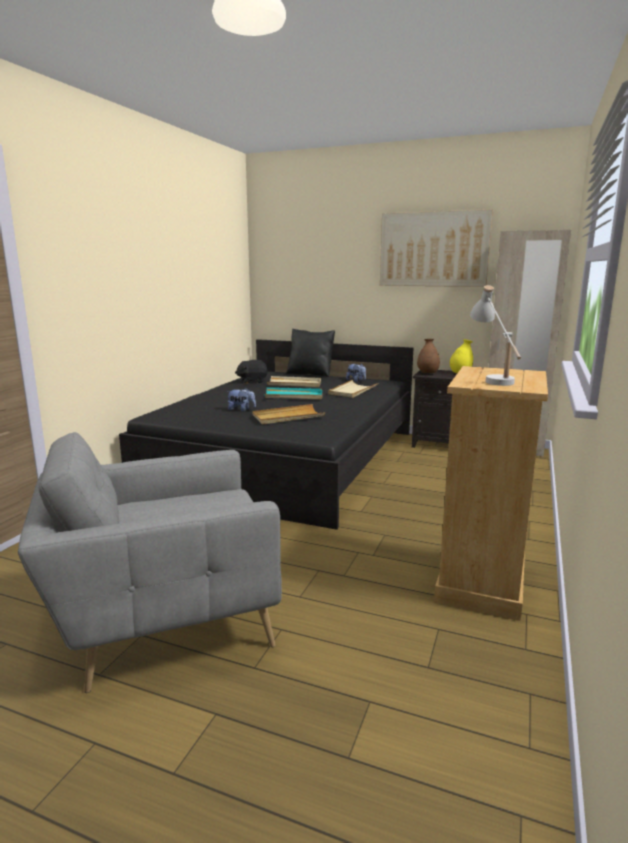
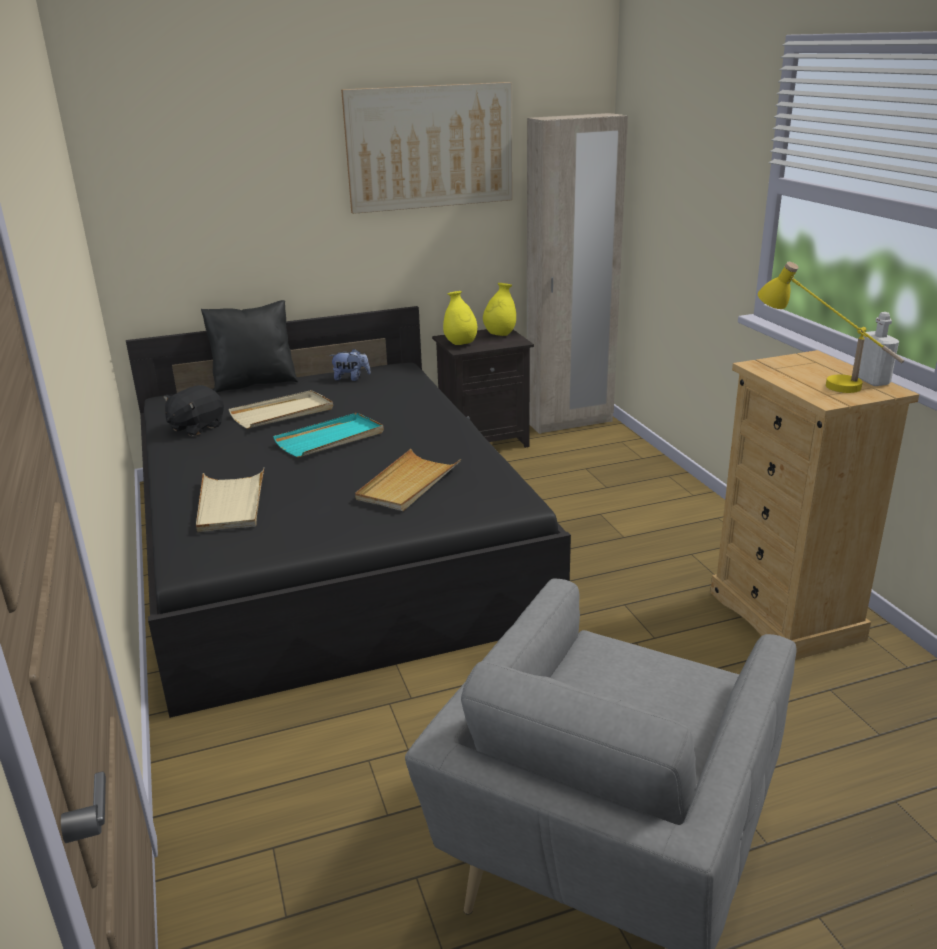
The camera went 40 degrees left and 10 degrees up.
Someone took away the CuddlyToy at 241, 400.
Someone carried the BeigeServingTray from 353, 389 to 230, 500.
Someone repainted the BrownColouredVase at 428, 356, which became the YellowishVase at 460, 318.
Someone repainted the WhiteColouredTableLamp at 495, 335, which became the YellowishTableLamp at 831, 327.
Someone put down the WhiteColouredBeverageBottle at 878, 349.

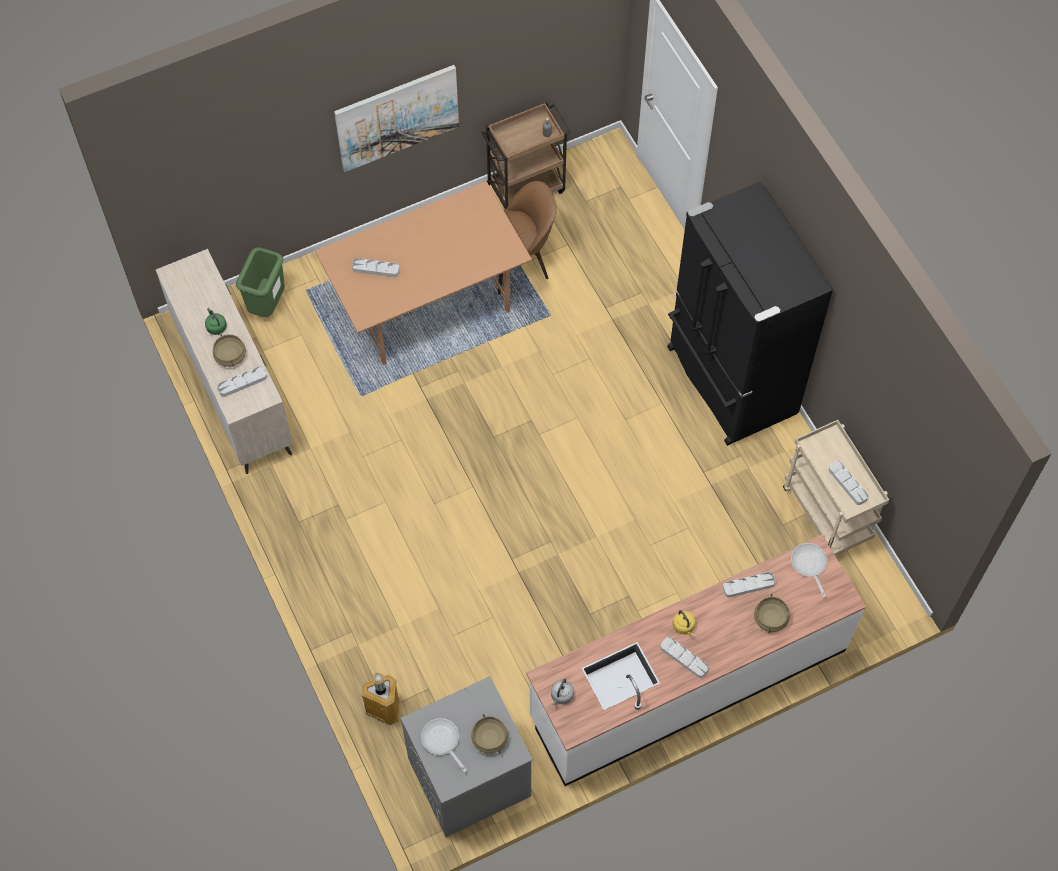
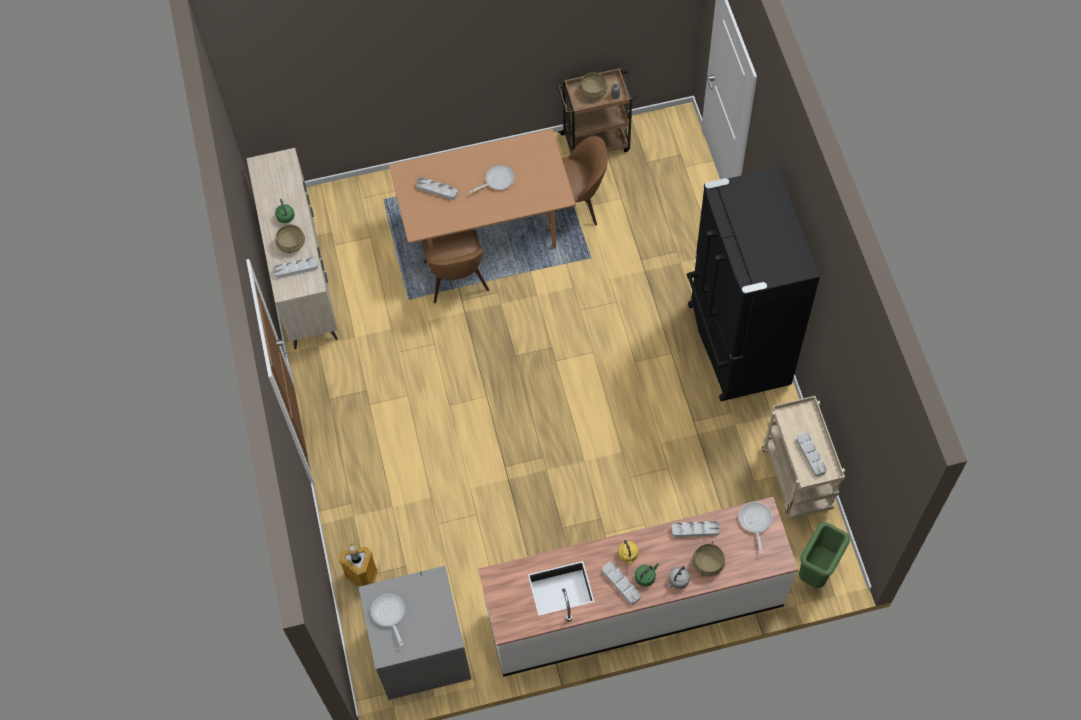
The camera went 15 degrees right and 0 degrees up.
Someone carried the GreenColouredRubbishBin from 260, 282 to 824, 555.
Someone took away the WallArt at 396, 118.
Someone carried the BeigeCookingPot from 489, 734 to 593, 85.
Someone carried the GreyishWaterKettle from 562, 692 to 679, 577.
Someone put down the BrownColouredChair at 455, 266.
Someone put down the FryingPan at 492, 179.
Someone put down the GreenColouredWaterKettle at 647, 575.

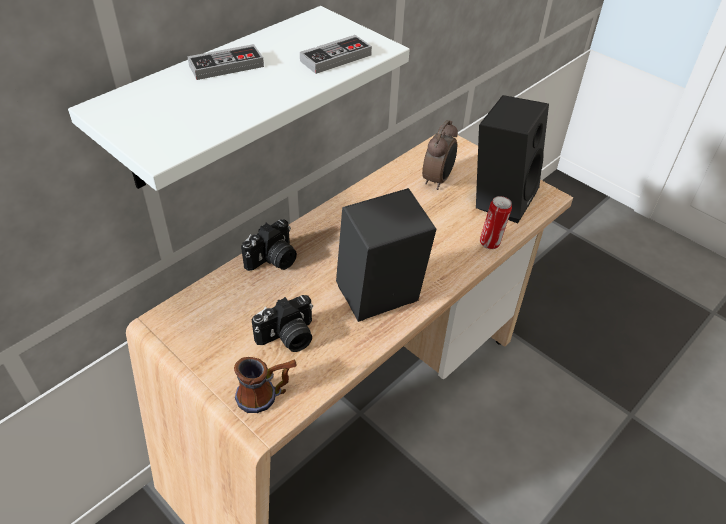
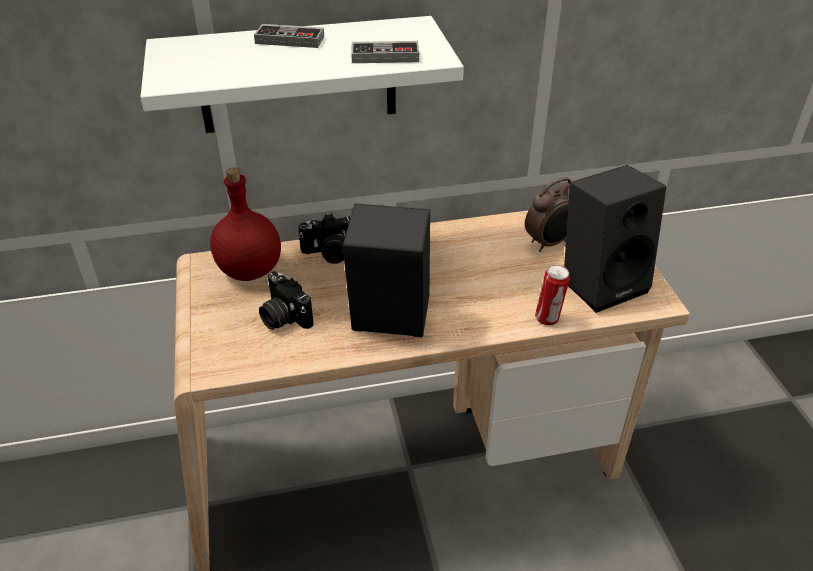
The camera went 35 degrees right and 5 degrees down.
Someone took away the CoffeeMug at 265, 385.
Someone rotated the StillCamera at 282, 323 by 45 degrees clockwise.
Someone put down the RedColouredBeverageBottle at 245, 224.

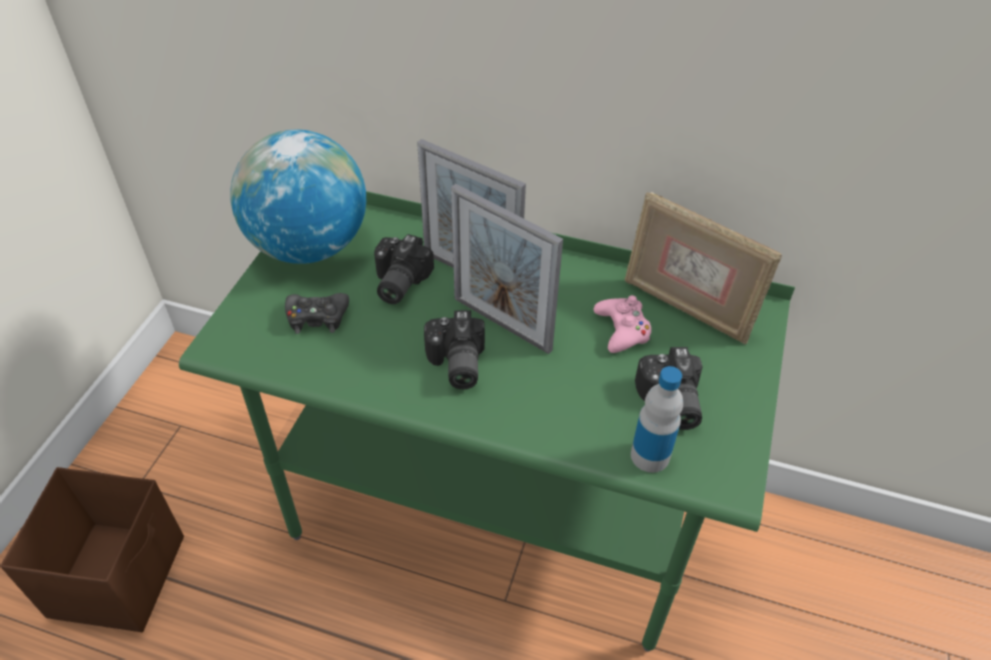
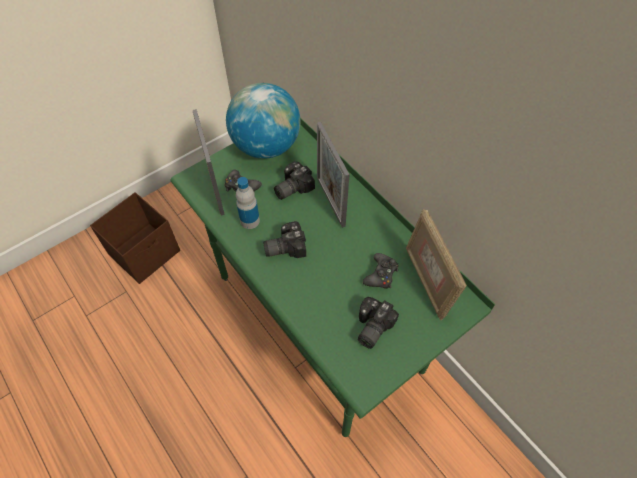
The camera went 35 degrees right and 10 degrees up.
Someone rotated the StillCamera at 454, 349 by 45 degrees clockwise.
Someone carried the PictureFrame from 507, 269 to 209, 162.
Someone repainted the PinkColouredGameController at 622, 324, which became the BlackGameController at 380, 271.
Someone carried the BeverageBottle from 657, 419 to 248, 203.

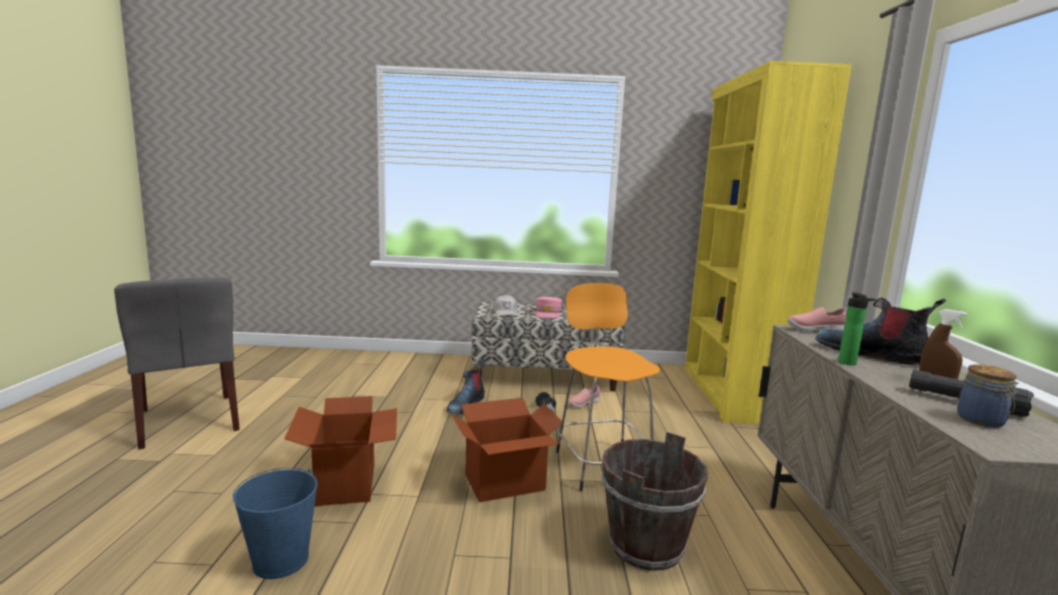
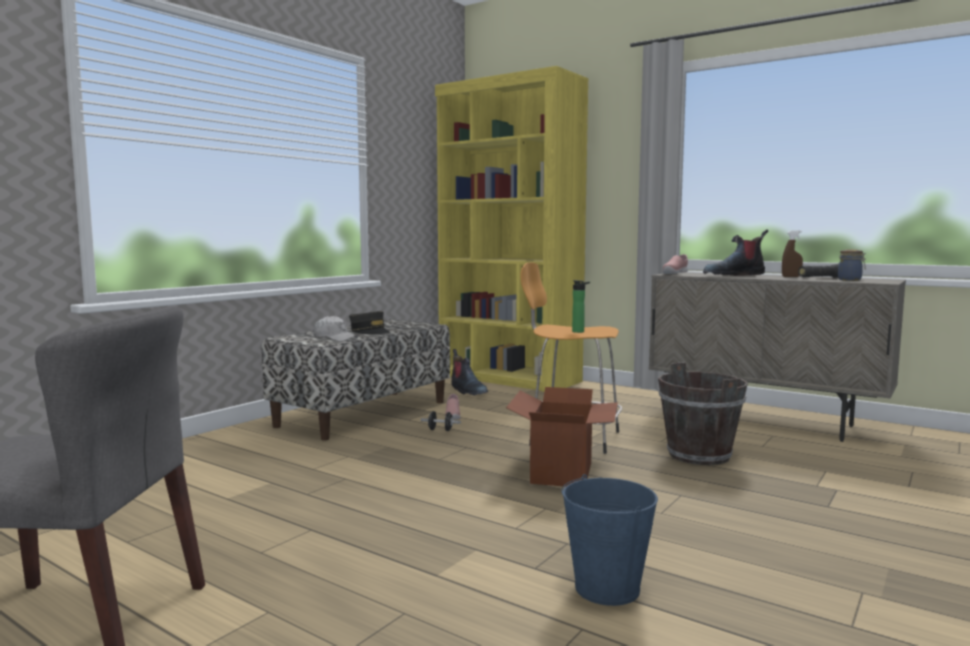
The camera went 55 degrees left and 5 degrees down.
Someone took away the CardboardBox at 340, 451.
Someone carried the TallBoot from 466, 386 to 469, 372.
Someone repainted the PinkColouredCap at 548, 307, which became the GreyishCap at 369, 322.
Someone carried the BeverageBottle from 856, 328 to 581, 306.

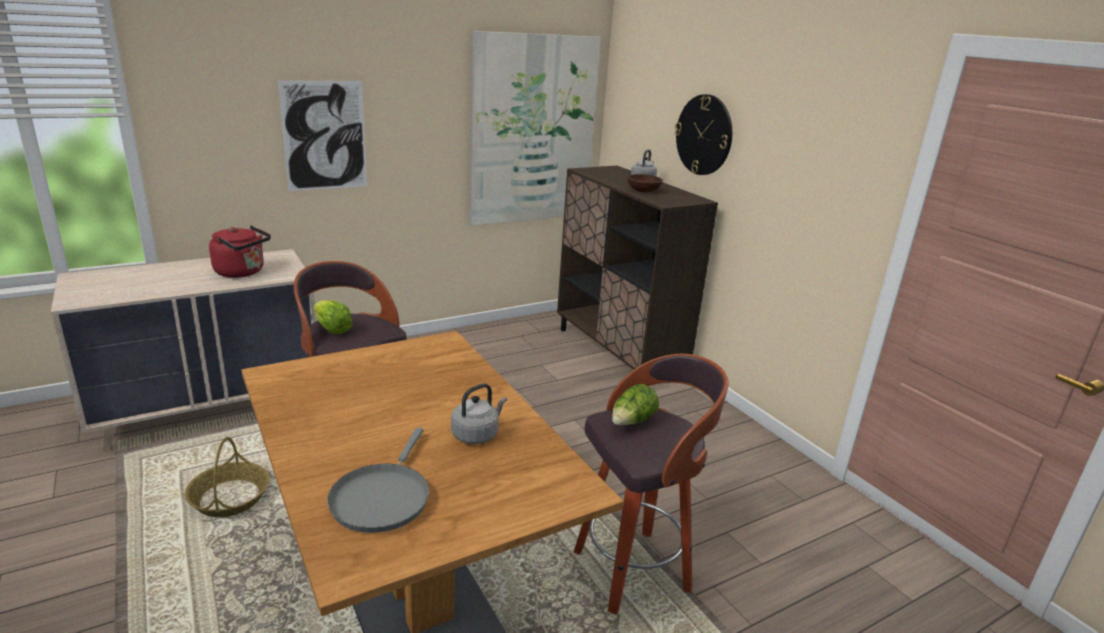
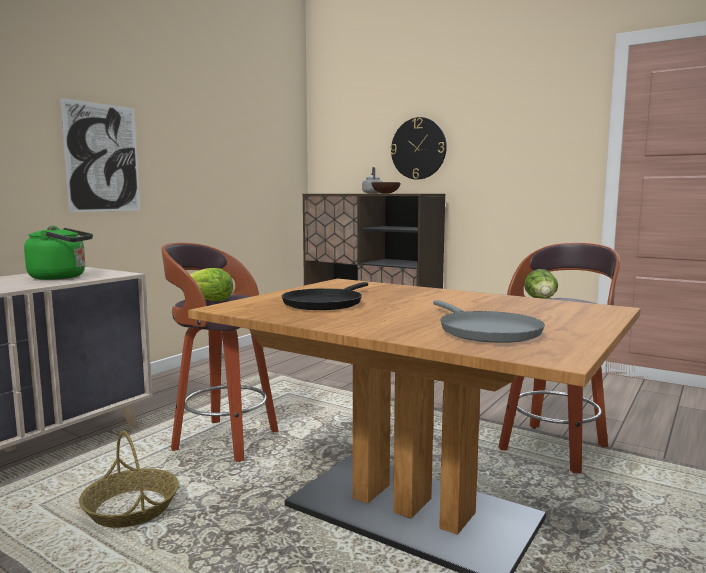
The camera went 25 degrees left and 15 degrees down.
Someone repainted the RedColouredWaterKettle at 240, 251, which became the GreenColouredWaterKettle at 58, 253.
Someone took away the GreyishWaterKettle at 479, 413.
Someone took away the WallArt at 535, 128.
Someone put down the BlackFryingPan at 325, 296.

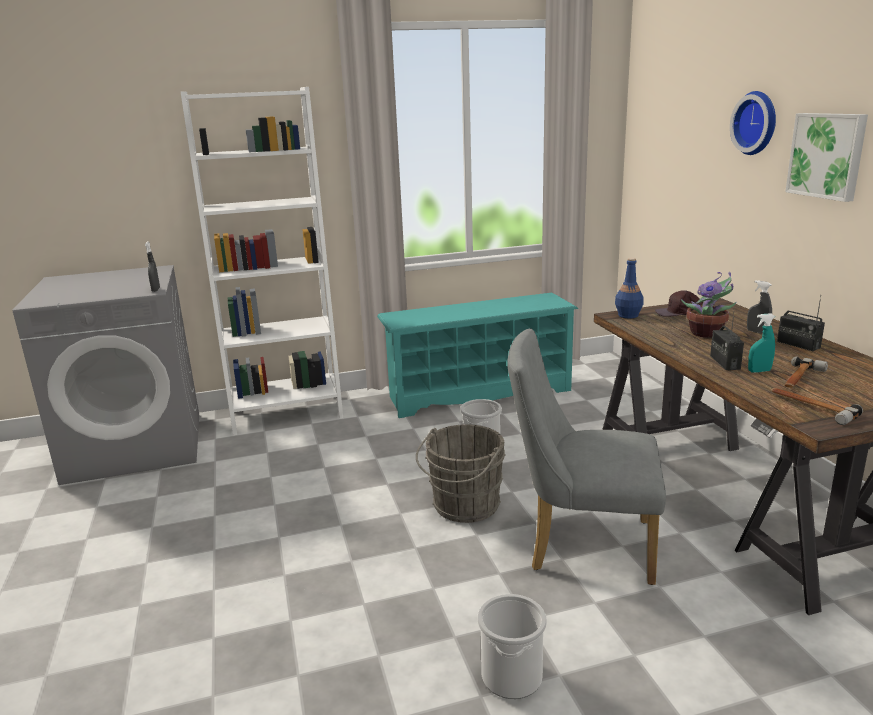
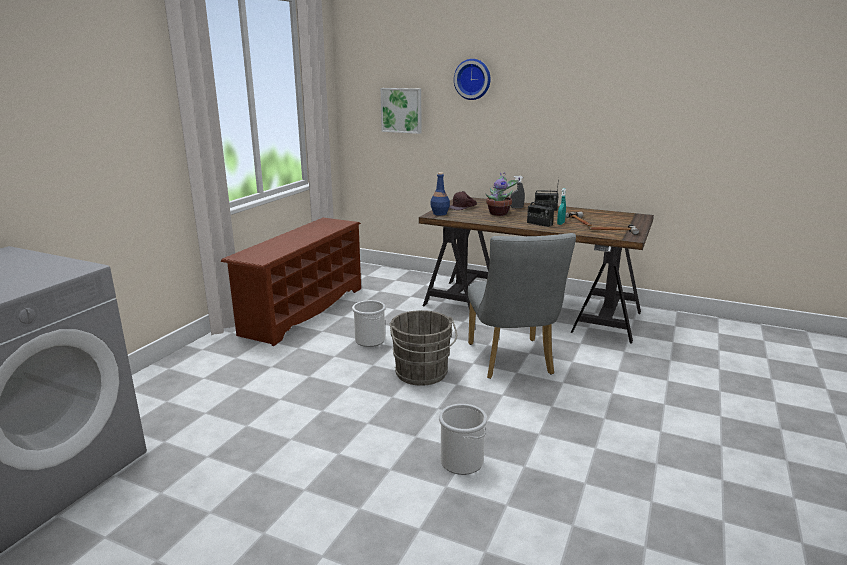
The camera went 50 degrees left and 0 degrees up.
Someone took away the GreyishSprayBottle at 152, 266.
Someone took away the WhiteColouredBookshelf at 262, 261.
Someone repainted the BlueGreenShoeStand at 477, 355, which became the BrownColouredShoeStand at 291, 282.
Someone carried the WaterBucket from 512, 646 to 463, 439.
Someone rotated the GreyishChair at 586, 456 by 60 degrees counterclockwise.
Someone carried the WallArt from 826, 157 to 401, 111.

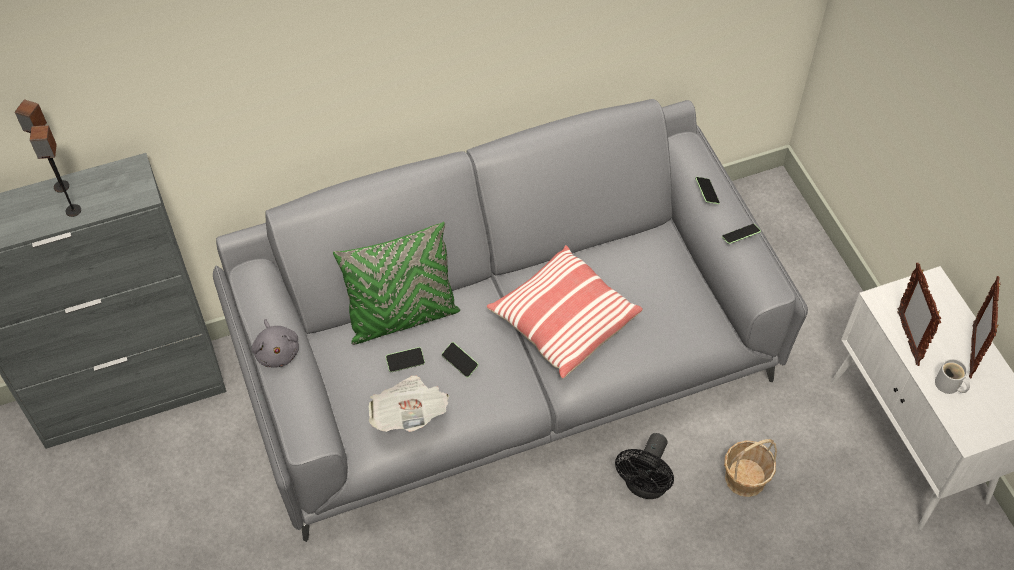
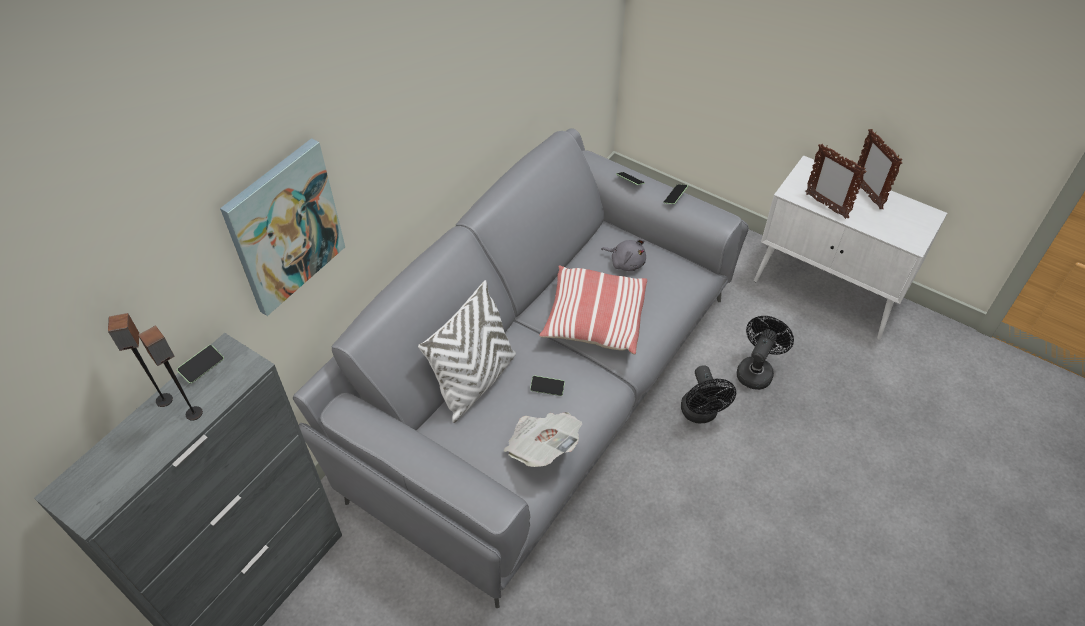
The camera went 35 degrees left and 5 degrees down.
Someone carried the GreyishCuddlyToy from 275, 343 to 623, 255.
Someone repainted the GreenColouredCushion at 396, 283, which became the WhiteColouredCushion at 467, 351.
Someone carried the Handset from 405, 359 to 200, 364.
Someone swapped the HouseholdBasket at 750, 468 for the BlackElectricFan at 765, 353.
Someone took away the WhiteColouredCoffeeMug at 952, 376.
Someone put up the WallArt at 282, 227.

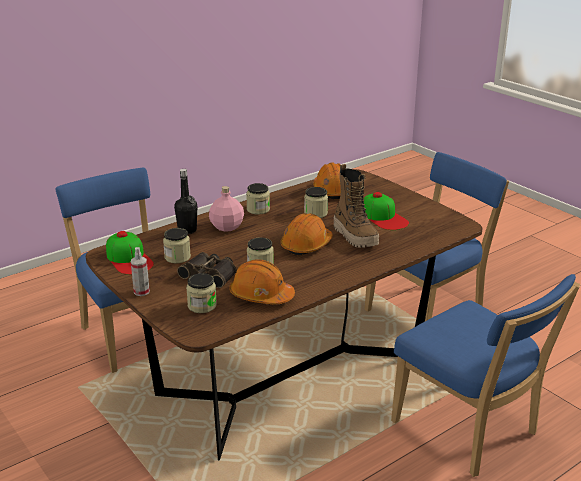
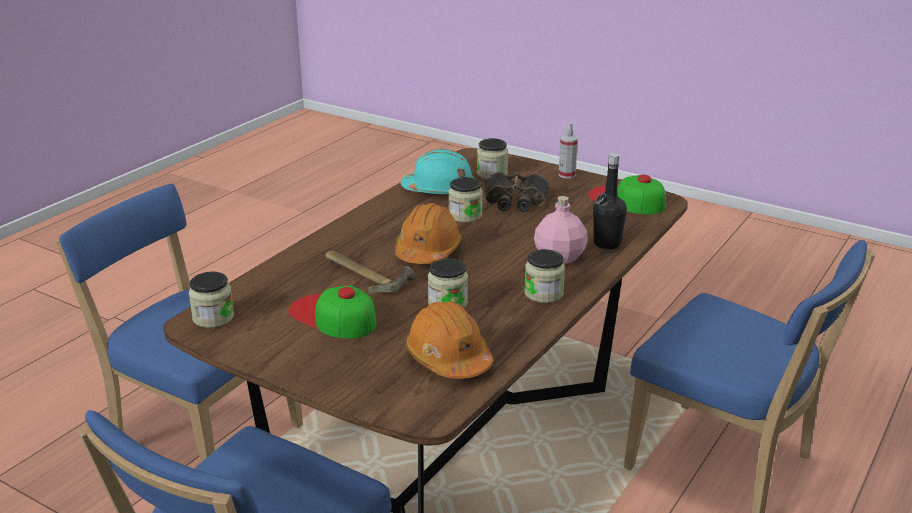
The camera went 160 degrees right and 0 degrees up.
Someone carried the StorageJar from 177, 245 to 211, 300.
Someone repainted the OrangeWorkHelmet at 262, 281, which became the BlueGreenWorkHelmet at 438, 171.
Someone swapped the TallBoot at 356, 206 for the ToolHammer at 370, 272.

